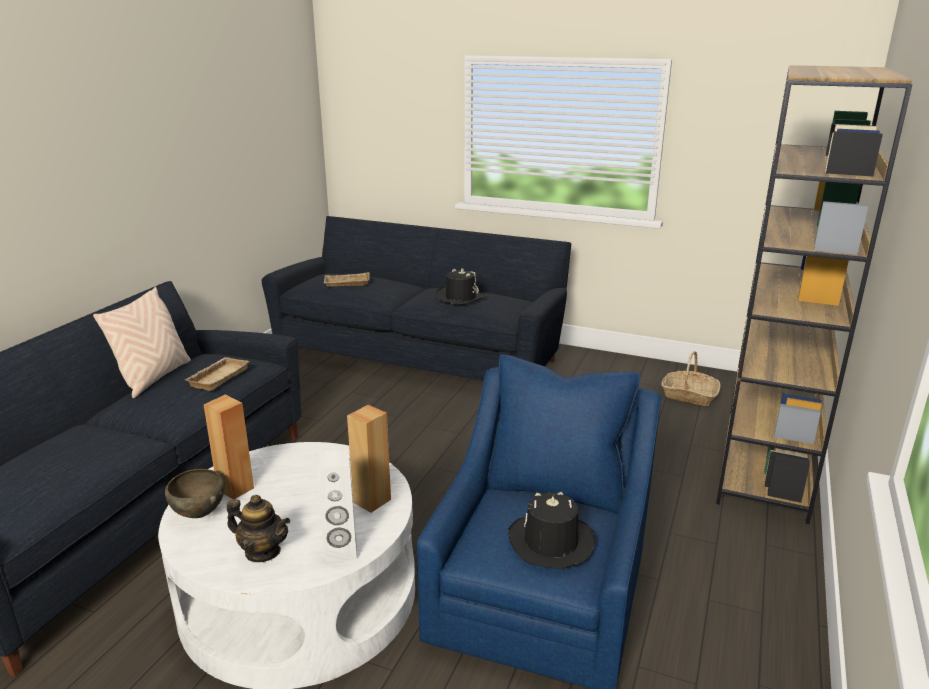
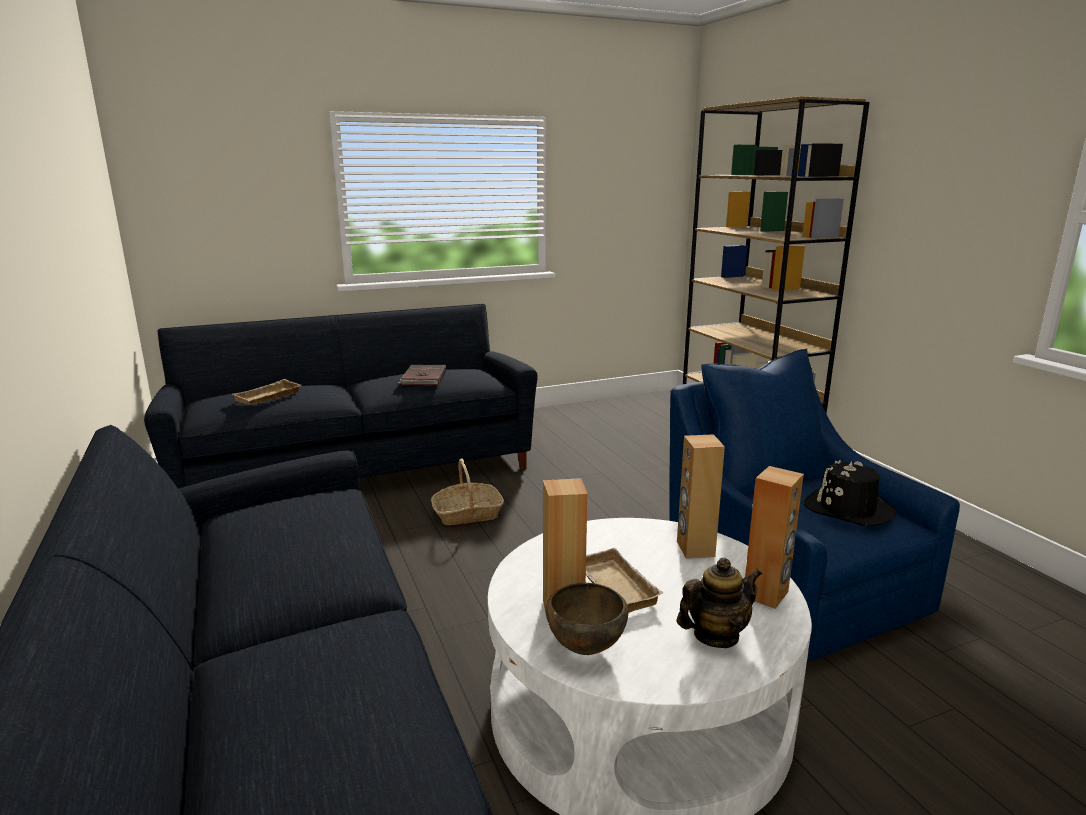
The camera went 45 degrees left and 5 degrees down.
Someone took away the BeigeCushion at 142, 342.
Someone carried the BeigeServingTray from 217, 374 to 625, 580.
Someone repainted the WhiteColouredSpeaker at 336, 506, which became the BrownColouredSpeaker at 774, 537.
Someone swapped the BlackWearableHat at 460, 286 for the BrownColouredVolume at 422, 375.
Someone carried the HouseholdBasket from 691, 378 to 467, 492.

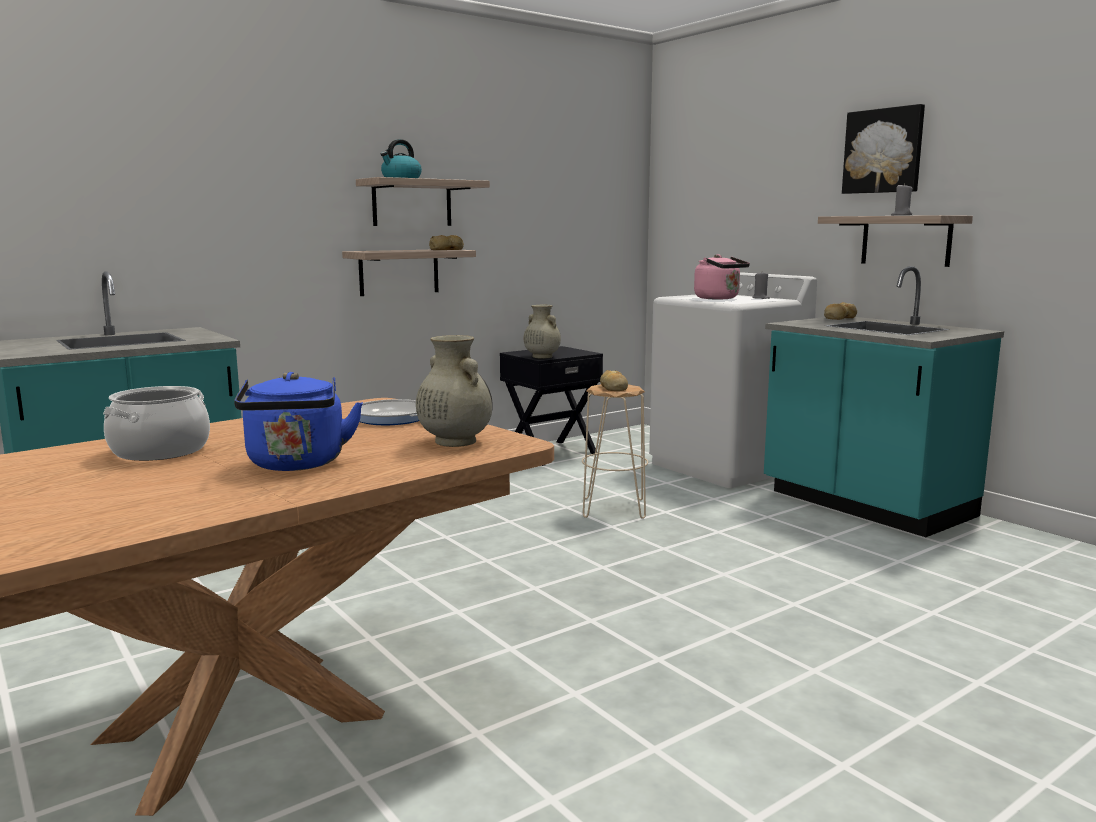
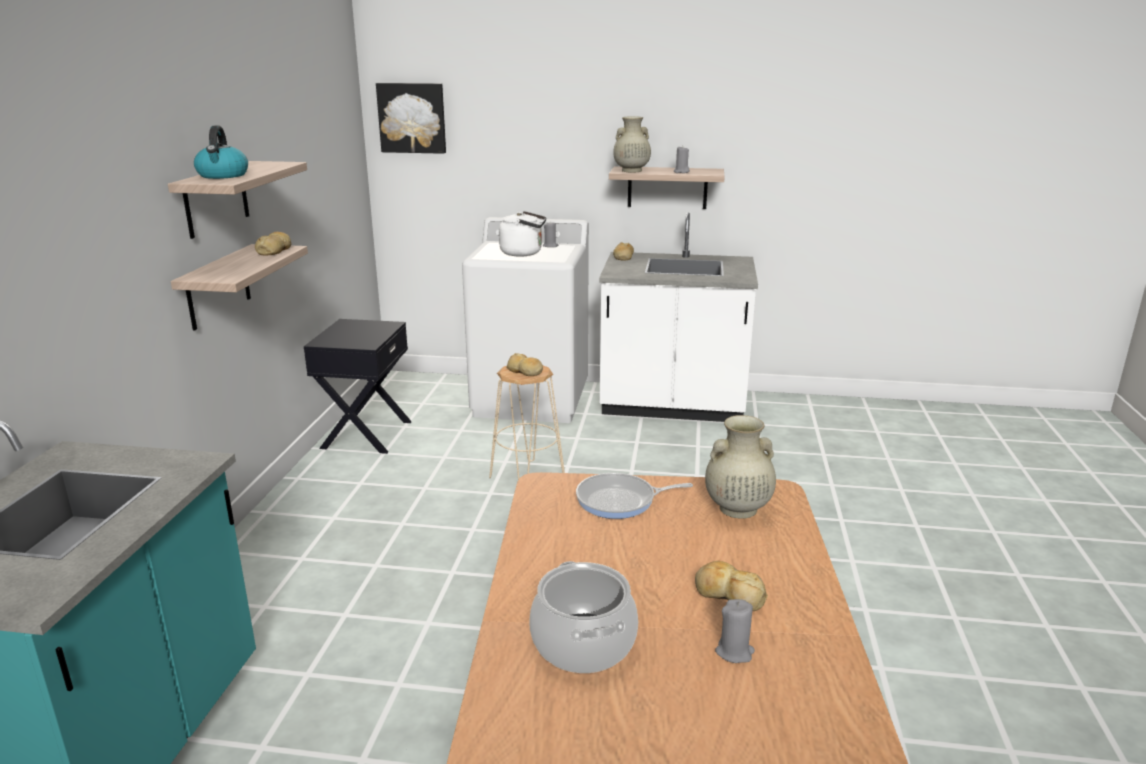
The camera went 45 degrees left and 10 degrees up.
Someone swapped the BluishWaterKettle at 298, 421 for the BakeryBread at 731, 586.
Someone carried the BeigeVase from 542, 332 to 632, 144.
Someone repainted the PinkColouredWaterKettle at 722, 276, which became the WhiteColouredWaterKettle at 522, 234.
Someone repainted the BlueGreenCounter at 884, 401, which became the WhiteColouredCounter at 678, 317.
Someone carried the WallArt from 883, 149 to 411, 118.
Someone put down the GreyishCandle at 735, 631.

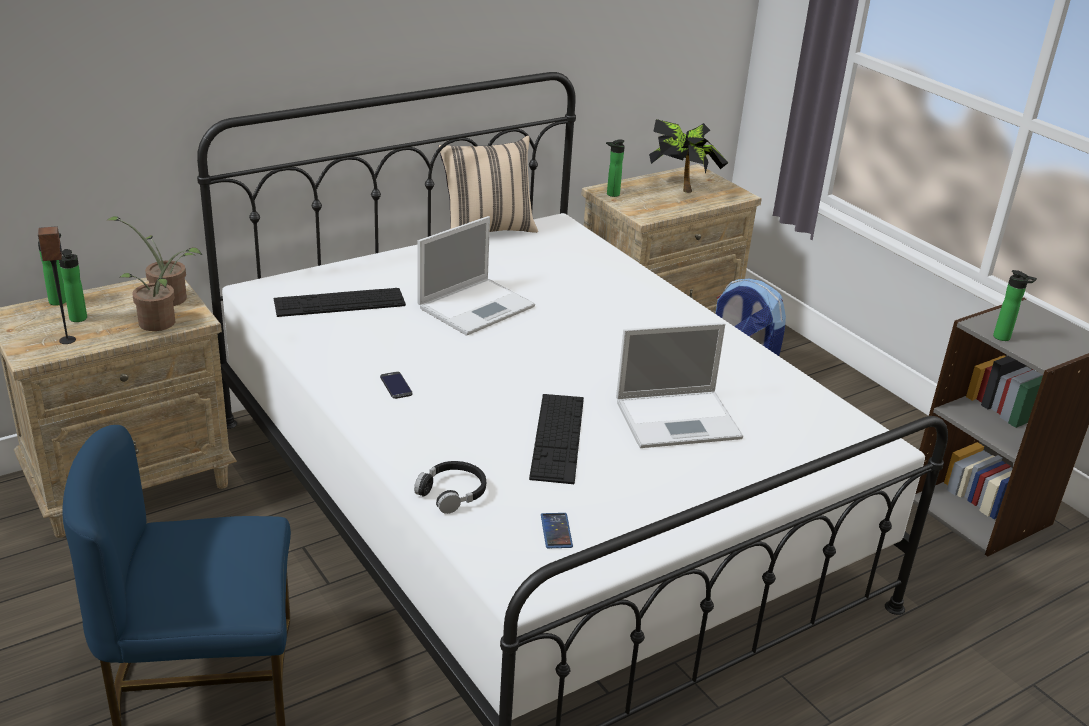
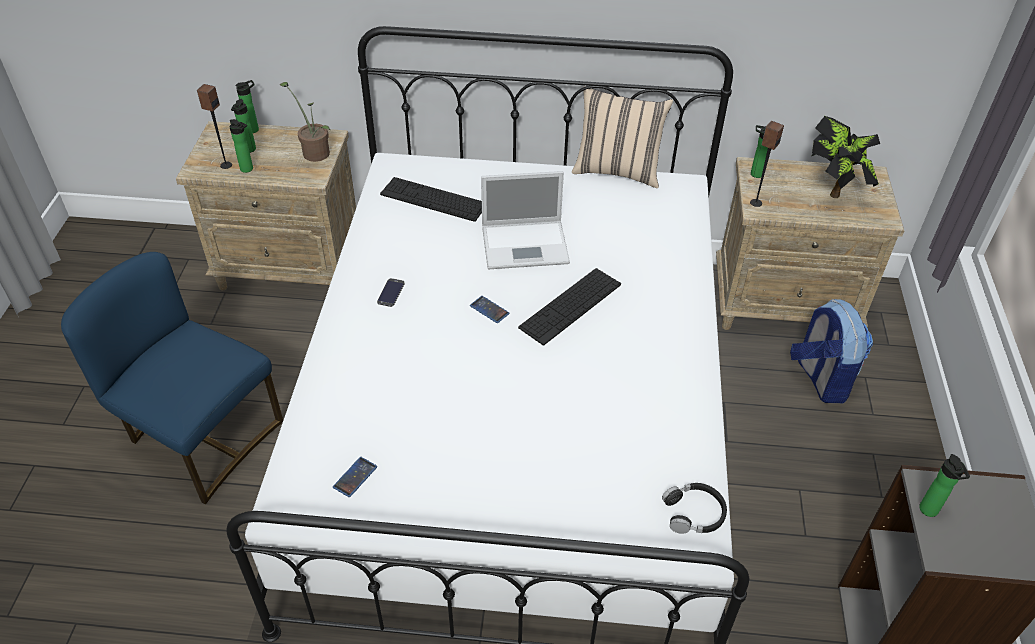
The camera went 40 degrees right and 15 degrees up.
Someone took away the PlantInAPot at 160, 289.
Someone carried the BlackHeadphones from 450, 487 to 694, 508.
Someone carried the Keyboard from 556, 439 to 569, 307.
Someone took away the Laptop at 679, 385.
Someone put down the BeverageBottle at 241, 146.
Someone put down the Handset at 490, 309.
Someone put down the Speaker at 767, 164.

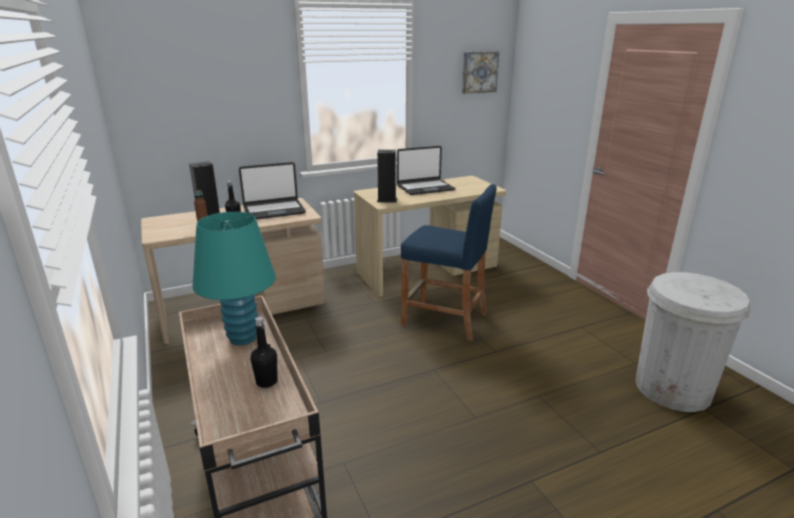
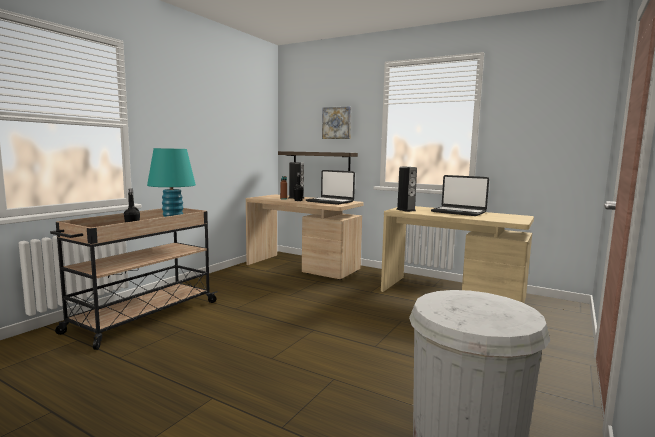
The camera went 55 degrees right and 15 degrees down.
Someone took away the BluishSittingStool at 449, 262.
Someone carried the WallArt from 480, 72 to 336, 122.
Someone put up the Shelf at 318, 161.

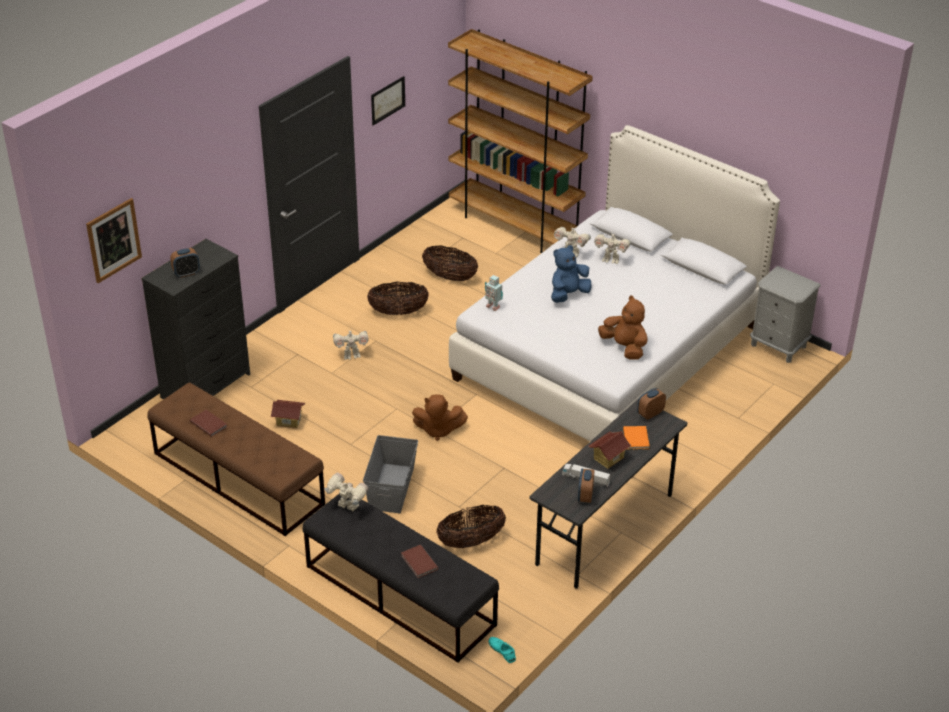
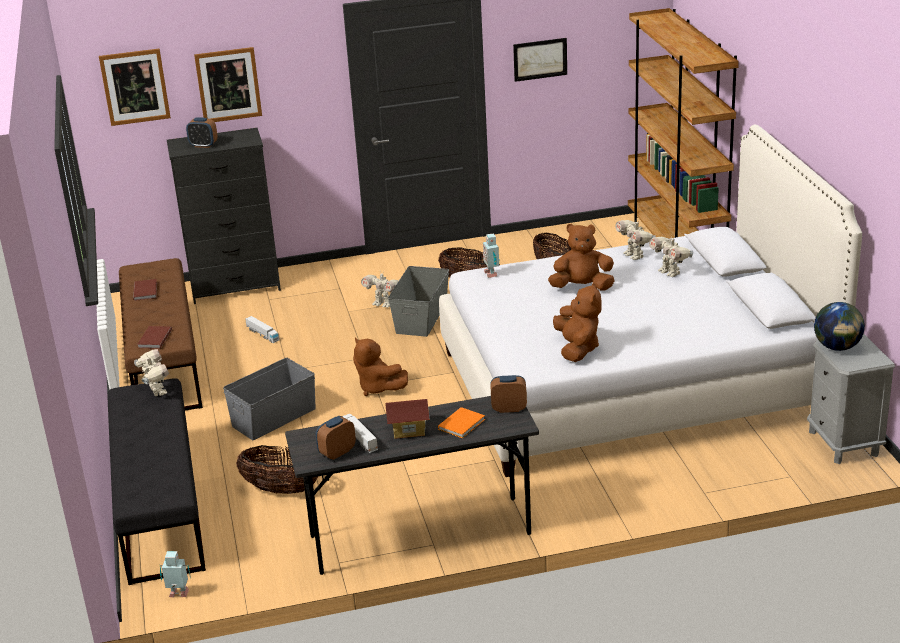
The camera went 40 degrees right and 10 degrees down.
Someone swapped the MiniatureHouse at 287, 414 for the ToyLorry at 262, 329.
Someone carried the BrownColouredVolume from 420, 561 to 154, 337.
Someone swapped the BlueGreenShoe at 502, 650 for the RobotFigure at 175, 574.
Someone repainted the BluishCuddlyToy at 571, 274, which became the BrownColouredCuddlyToy at 581, 256.
Someone put up the WallArt at 228, 84.
Someone put down the GreyishStorageBox at 418, 301.
Someone put down the Globe at 839, 326.

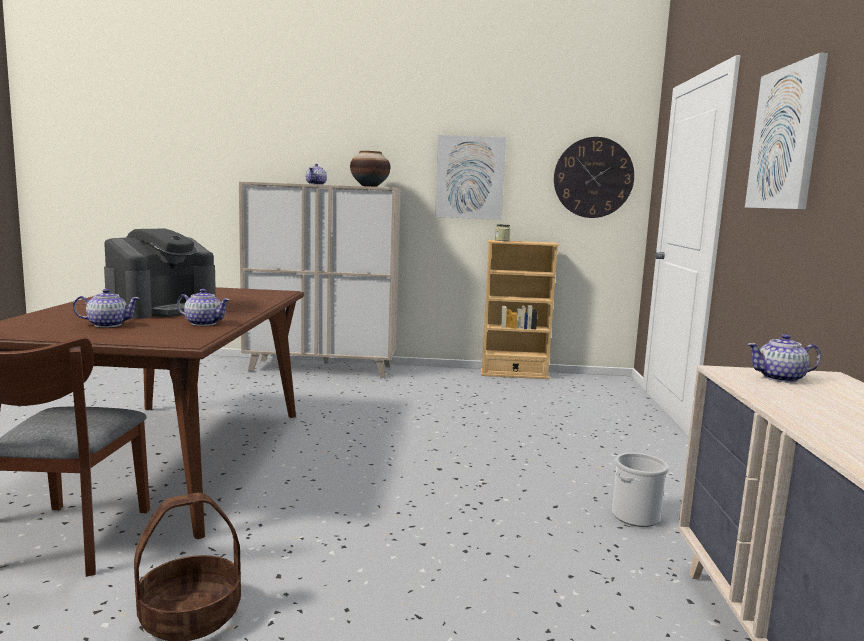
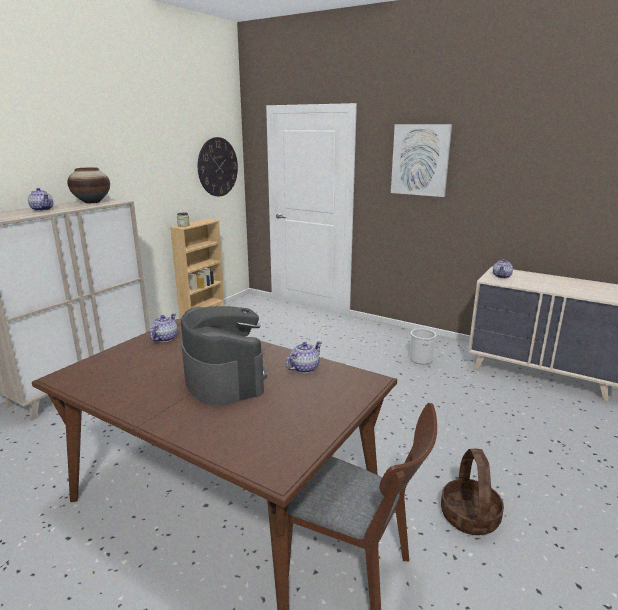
The camera went 60 degrees left and 10 degrees up.
Someone carried the PotForTea from 106, 308 to 164, 328.
Someone took away the WallArt at 470, 177.

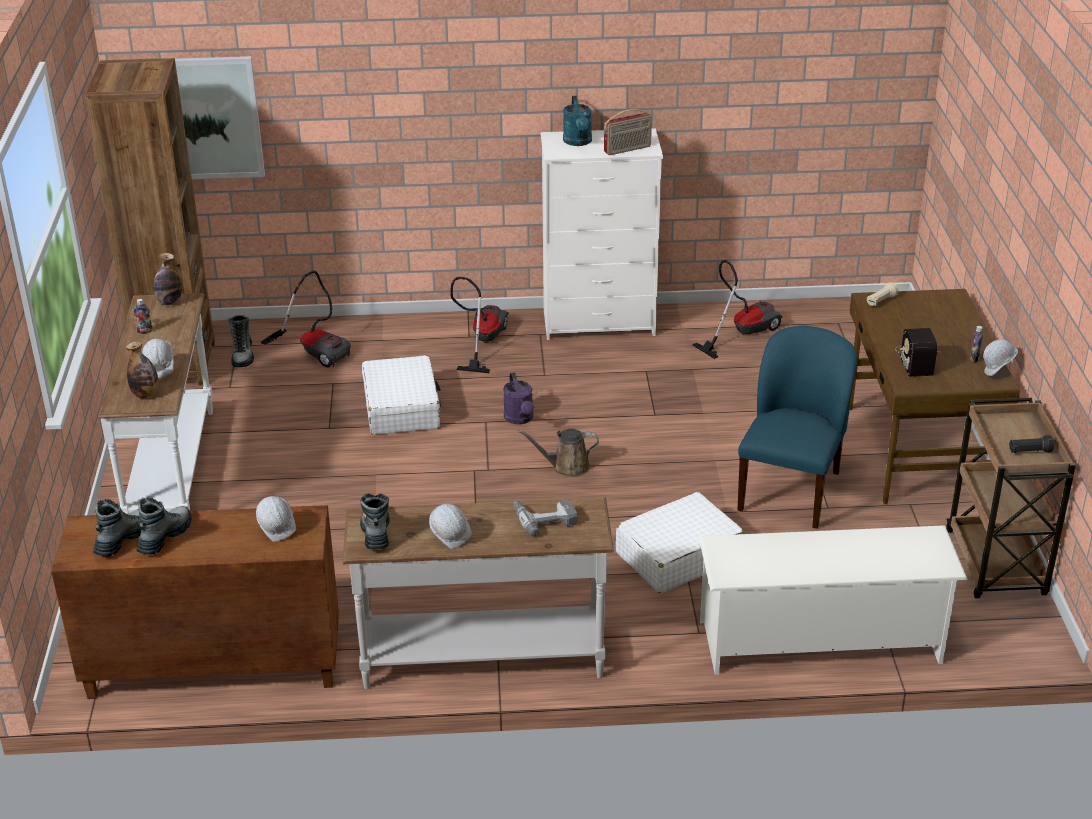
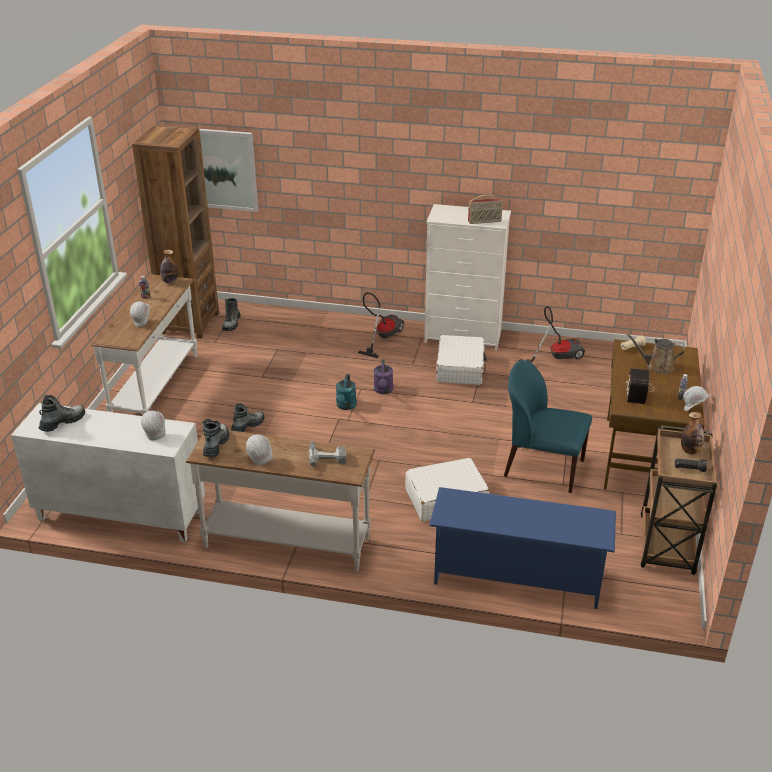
The camera went 15 degrees right and 0 degrees up.
Someone repainted the BrownColouredCabinet at 195, 602, which became the WhiteColouredCabinet at 108, 472.
Someone carried the BeverageBottle from 142, 369 to 693, 433.
Someone carried the TallBoot from 164, 526 to 247, 417.
Someone took away the Vacuum at 306, 319.
Someone carried the WhiteColouredPieceOfLuggage from 401, 395 to 461, 360.
Someone carried the BrownColouredWateringPot from 558, 453 to 655, 354.
Someone carried the BlueGreenWateringPot from 577, 121 to 346, 392.
Someone repainted the WhiteColouredShoeStand at 833, 600, which became the BluishShoeStand at 522, 548.
Someone rotated the BluishChair at 797, 427 by 105 degrees counterclockwise.

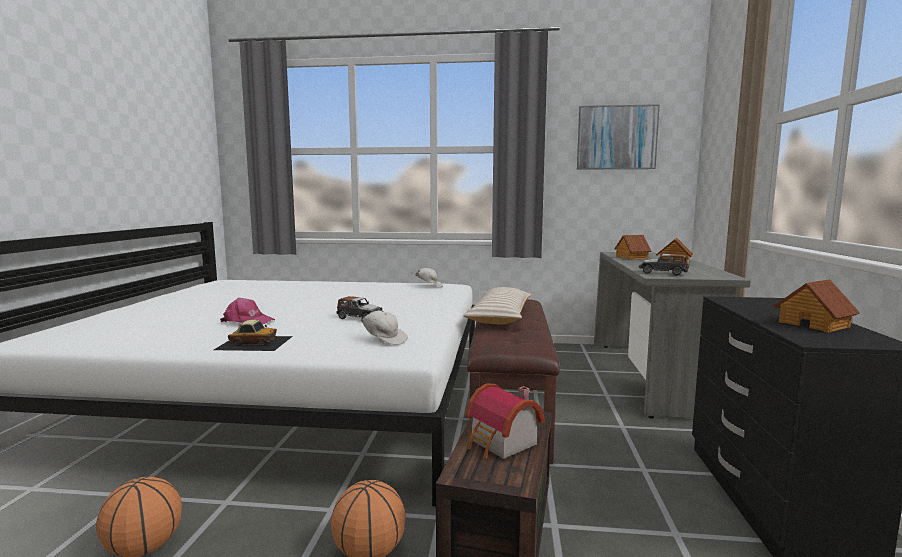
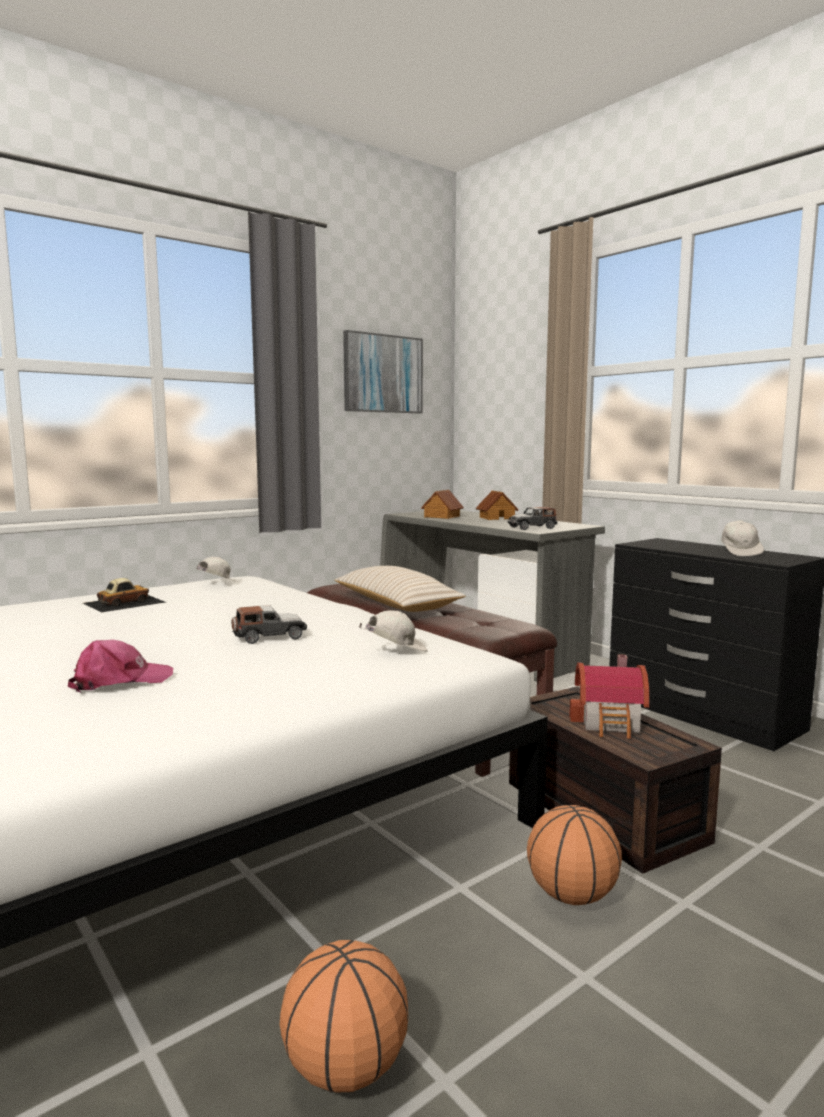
The camera went 45 degrees left and 0 degrees up.
Someone carried the ToyCar from 253, 335 to 124, 595.
Someone swapped the MiniatureHouse at 816, 306 for the WhiteColouredCap at 742, 538.

